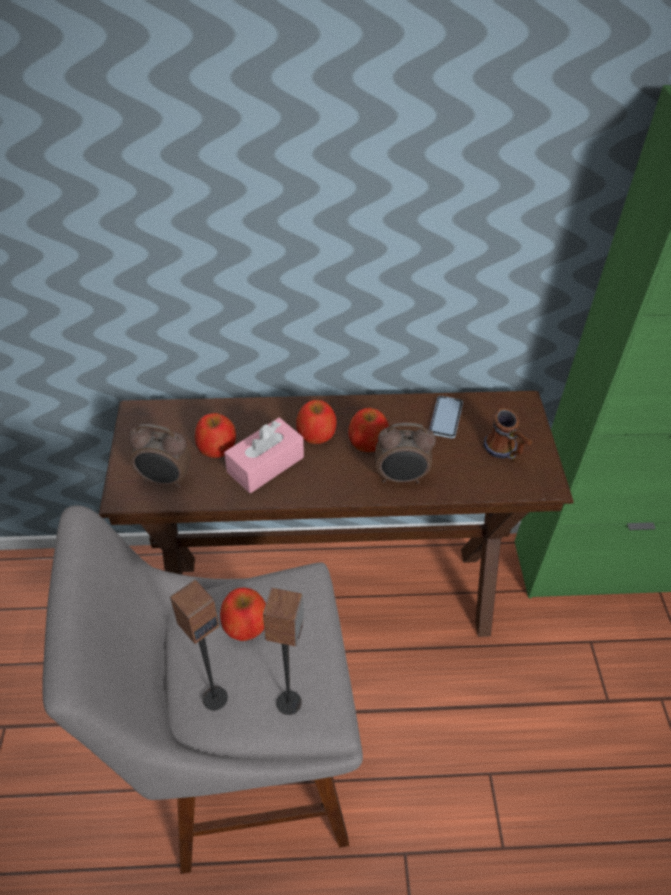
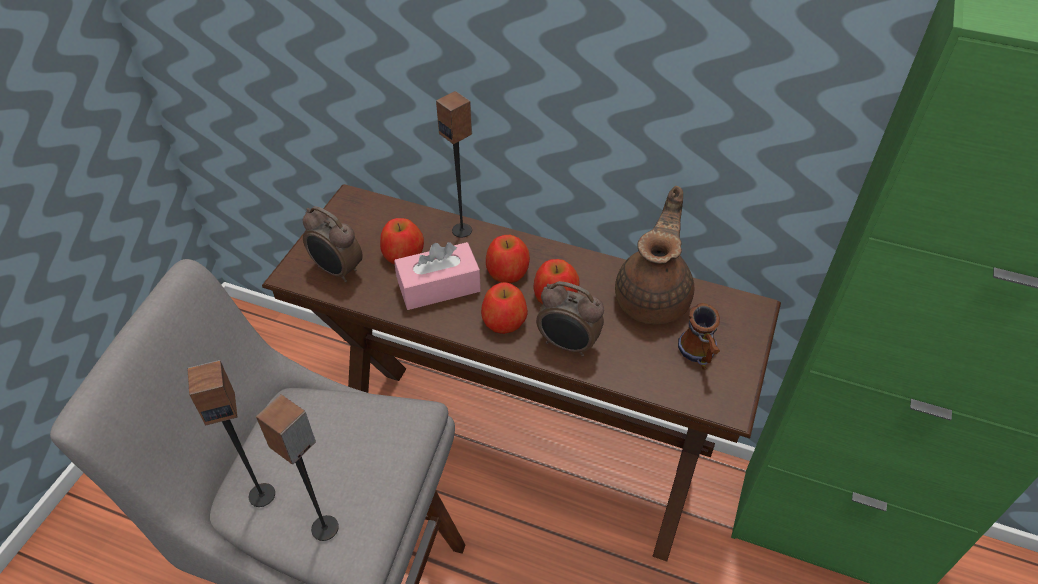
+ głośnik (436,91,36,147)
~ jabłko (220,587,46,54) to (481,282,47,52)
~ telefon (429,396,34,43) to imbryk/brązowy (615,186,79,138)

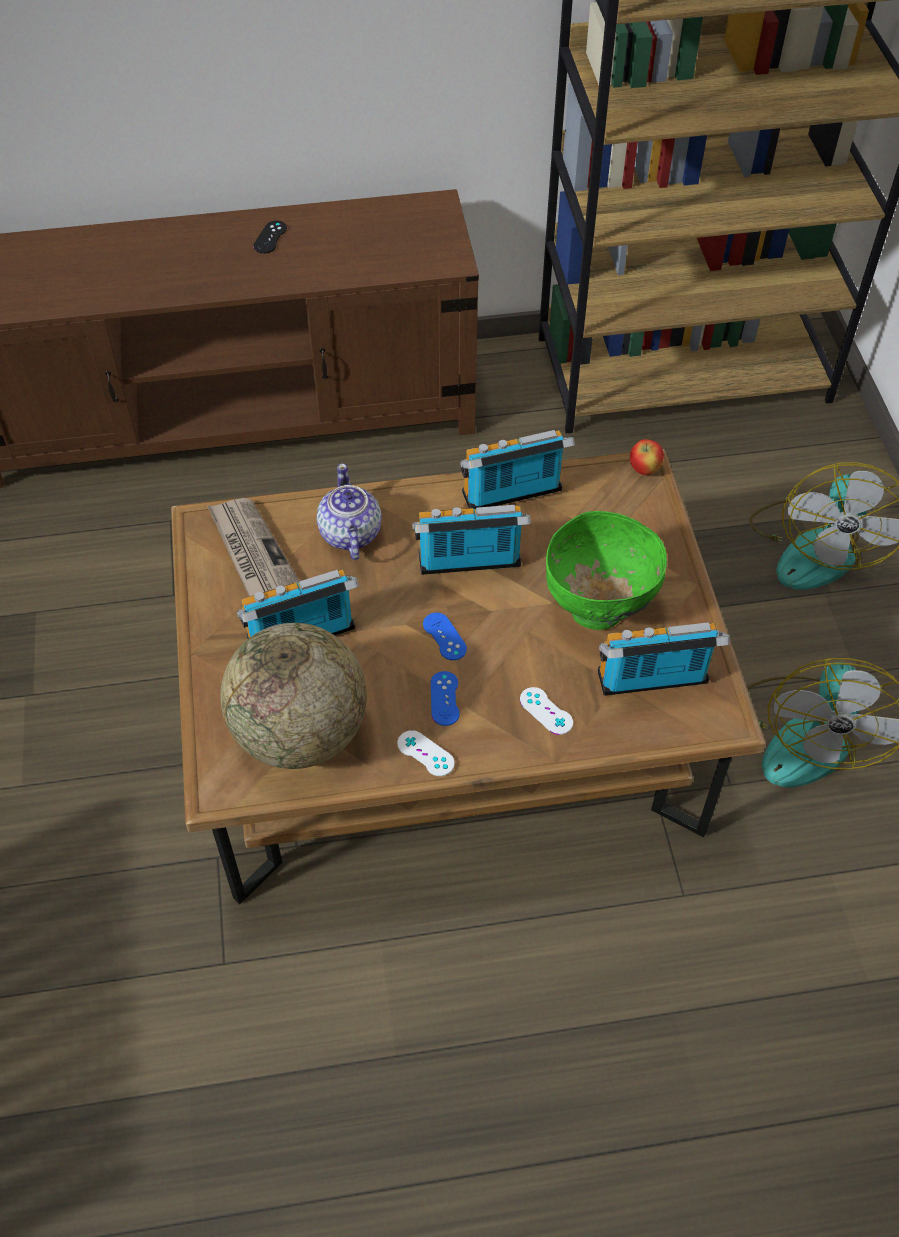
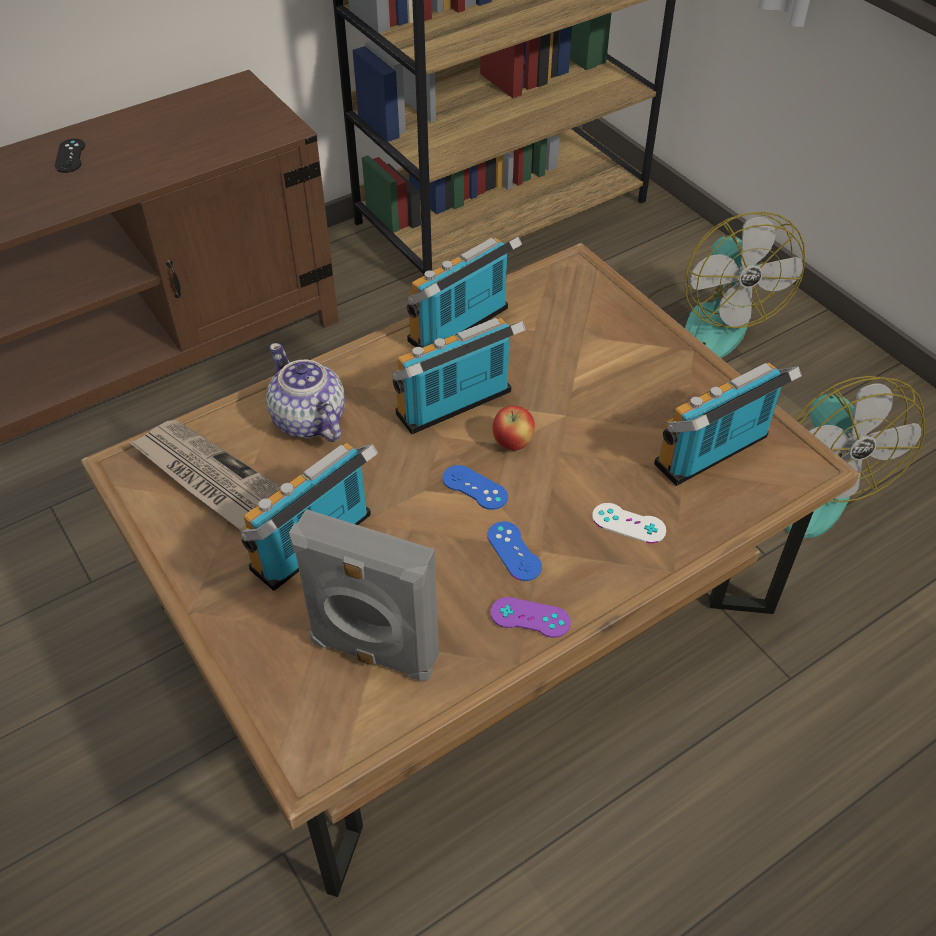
- miska/zielony (546,511,121,119)
~ jabłko (630,439,34,36) to (492,406,43,45)
~ globus (220,623,147,146) to głośnik/szary (289,509,150,172)
~ pad do gier/biały (397,730,58,46) to pad do gier/fioletowy (490,597,81,41)

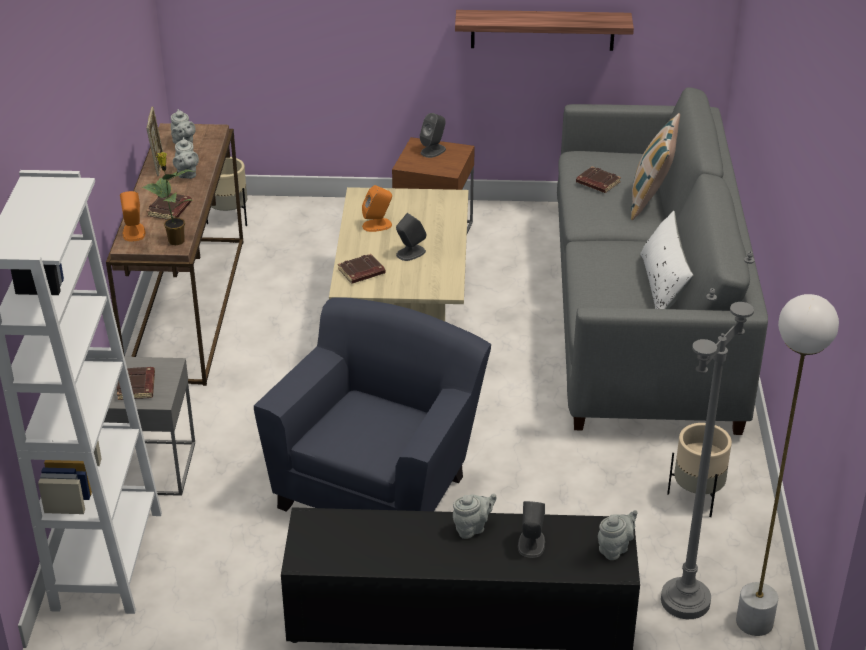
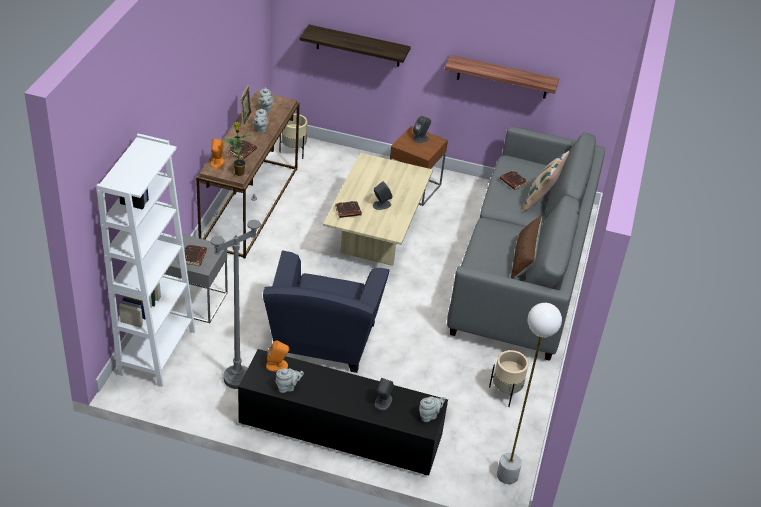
+ półka (300,24,111,43)
~ głośnik/pomarańczowy (362,185,30,47) to (266,340,23,31)
~ imbryk/szary (453,493,44,46) to (275,368,29,25)
~ lampa stojąca/szary (661,251,94,368) to (211,194,50,195)
~ poduszka/biały (640,211,54,98) to poduszka/brązowy (511,215,32,64)
~ fotel/niebieski (254,297,237,215) = (263,250,127,123) 150 degrees clockwise

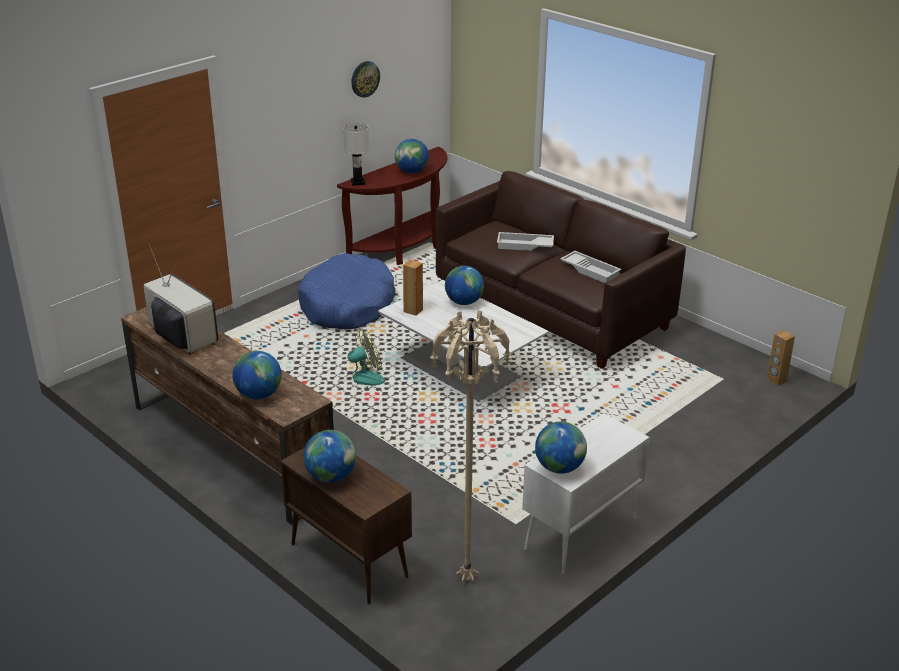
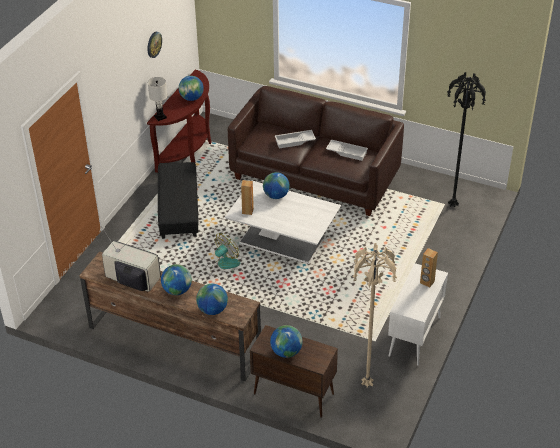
+ lampa stojąca/czarny (447,72,39,135)
~ globus (535,422,52,52) to (161,264,31,31)
~ głośnik/brązowy (766,330,29,56) to (420,248,18,40)
~ legowisko/niebieski (298,253,98,76) to pufa/czarny (158,162,41,77)

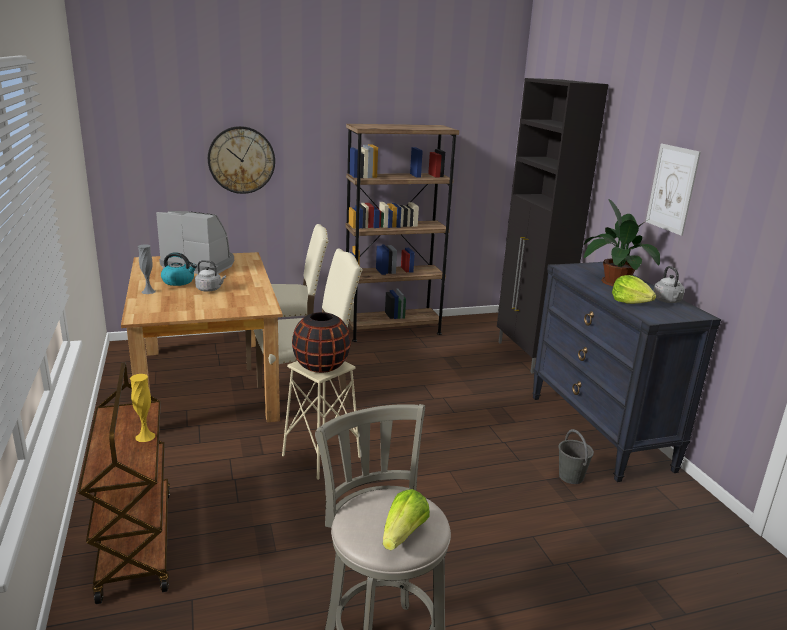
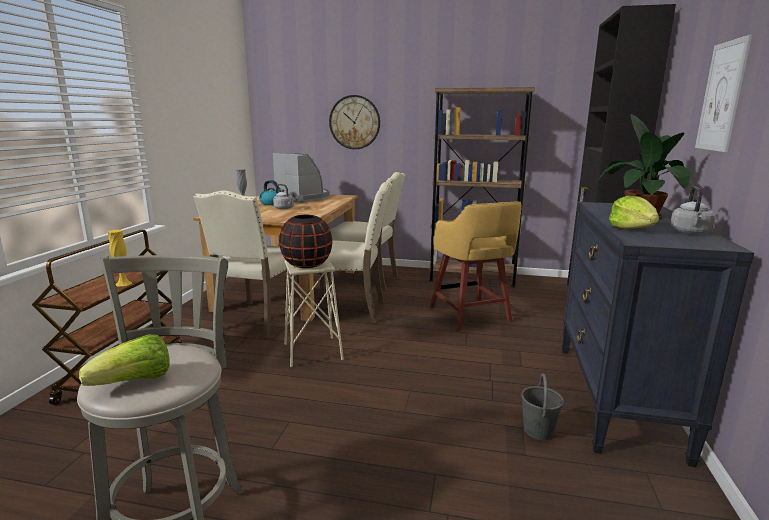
+ krzesło/beżowy (194,191,106,147)
+ stołek/żółty (430,202,92,128)

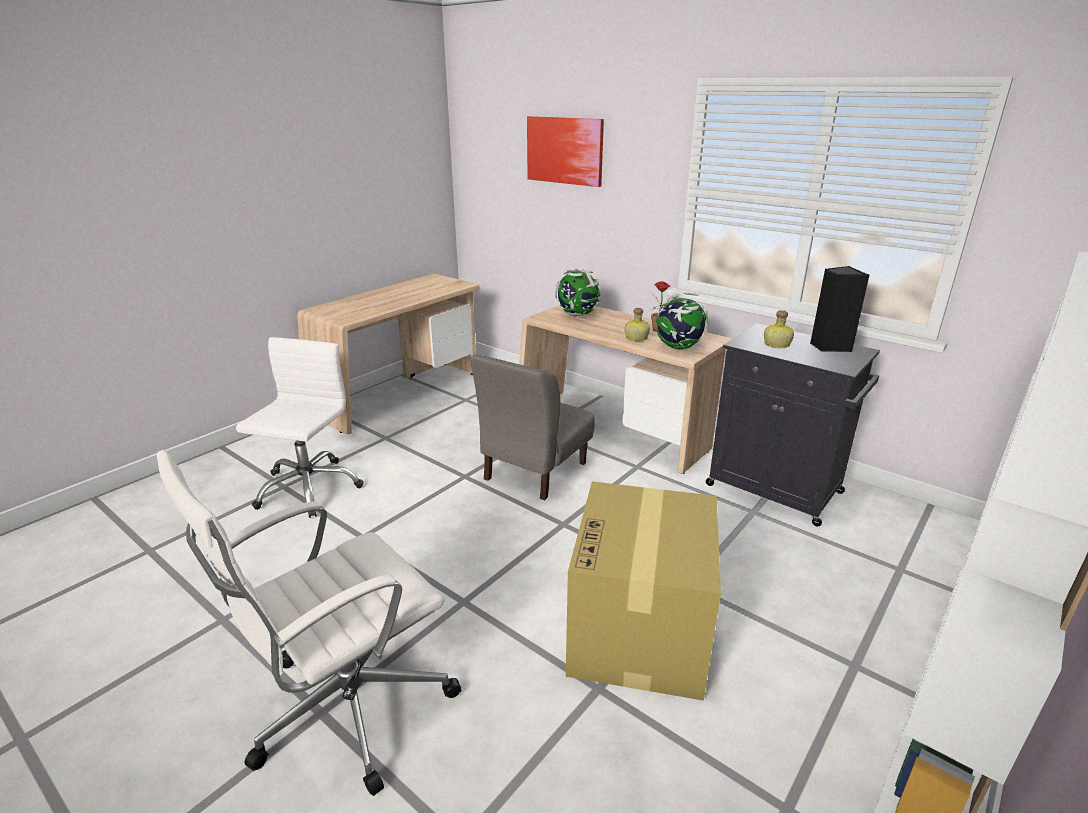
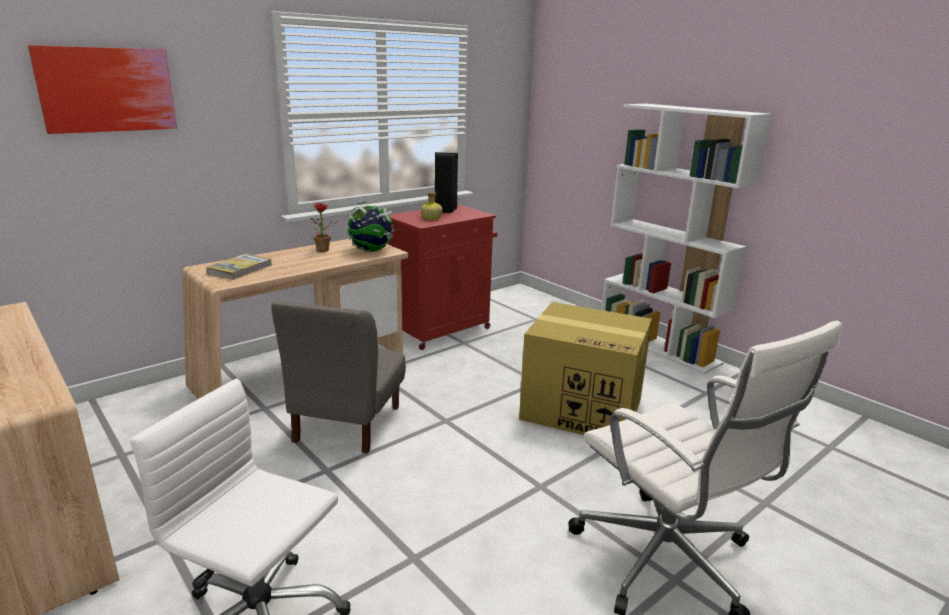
- butelka (625,308,25,33)
~ globus (555,269,46,48) to książka (206,254,66,26)
~ szafka/czarny (706,323,174,203) to szafka/czerwony (388,204,109,146)
~ krzesło/szary (471,354,124,146) = (271,301,135,153) 60 degrees clockwise

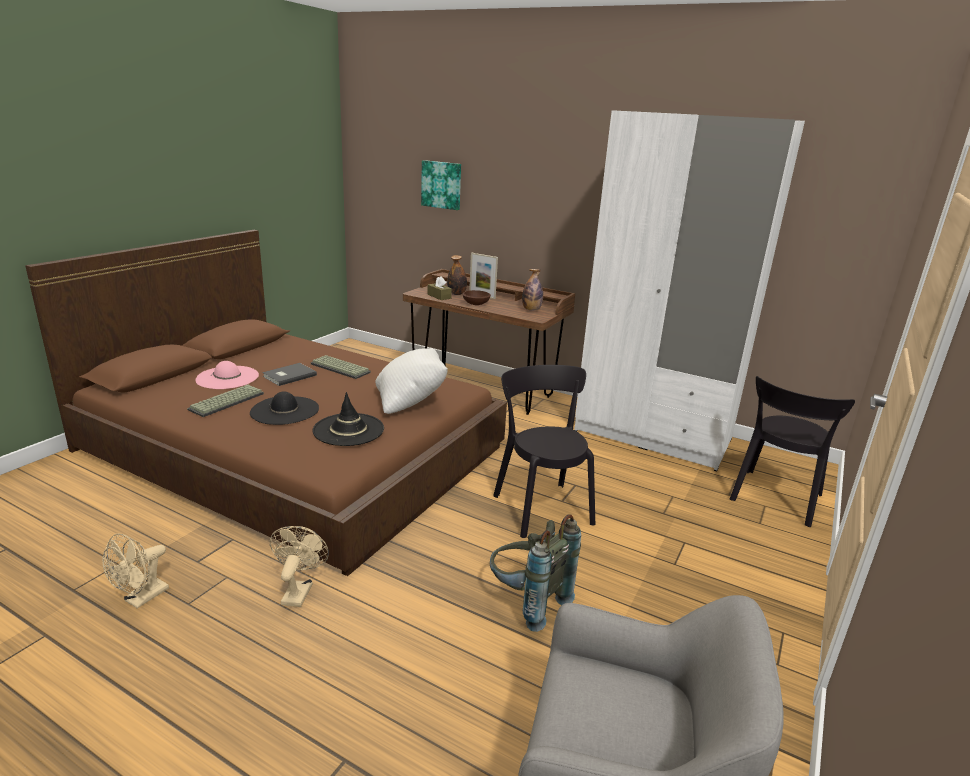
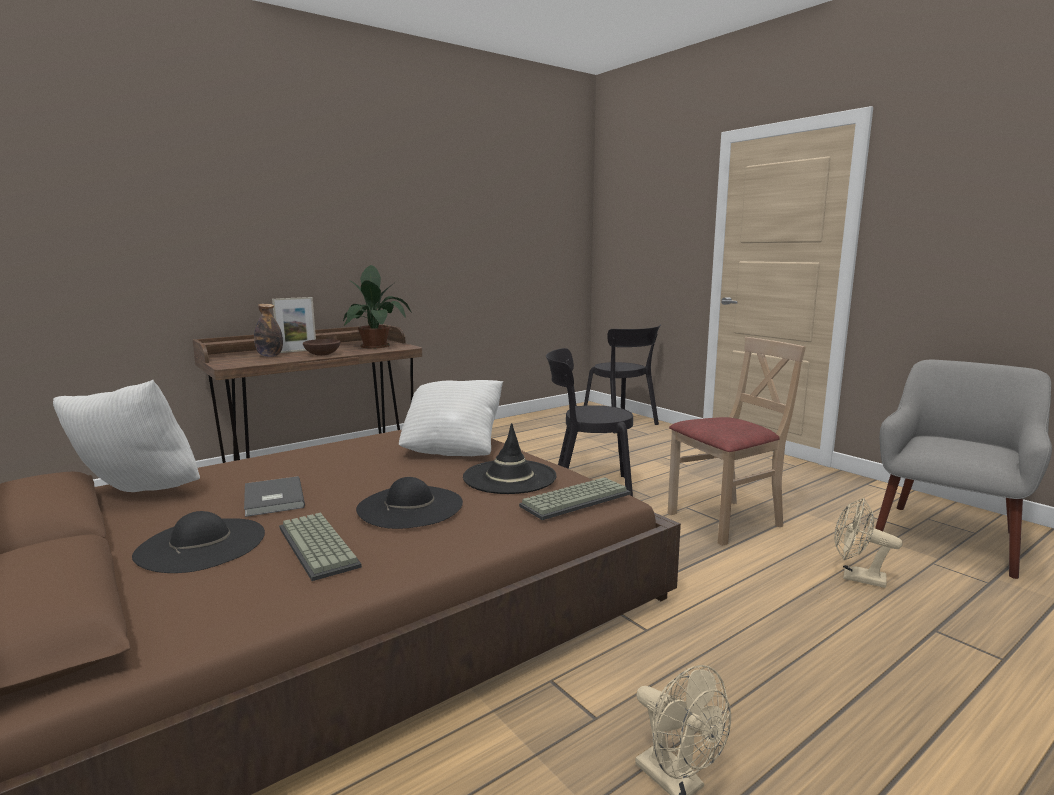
- obraz (421,160,40,50)
- pudełko chusteczek/brązowy (428,276,24,24)
- szafa/biały (574,110,231,361)
+ poduszka/biały (53,380,147,112)
~ wentylator/beżowy (270,526,59,81) to (834,498,69,90)
~ klawiatura (311,355,60,24) to (519,477,112,43)
~ plecak/szary (490,514,91,118) to krzesło/beżowy (668,337,138,209)
~ butelka (522,269,21,42) to roślina doniczkowa (343,265,69,84)
~ kapelusz/różowy (195,361,64,28) to kapelusz/czarny (132,511,133,62)

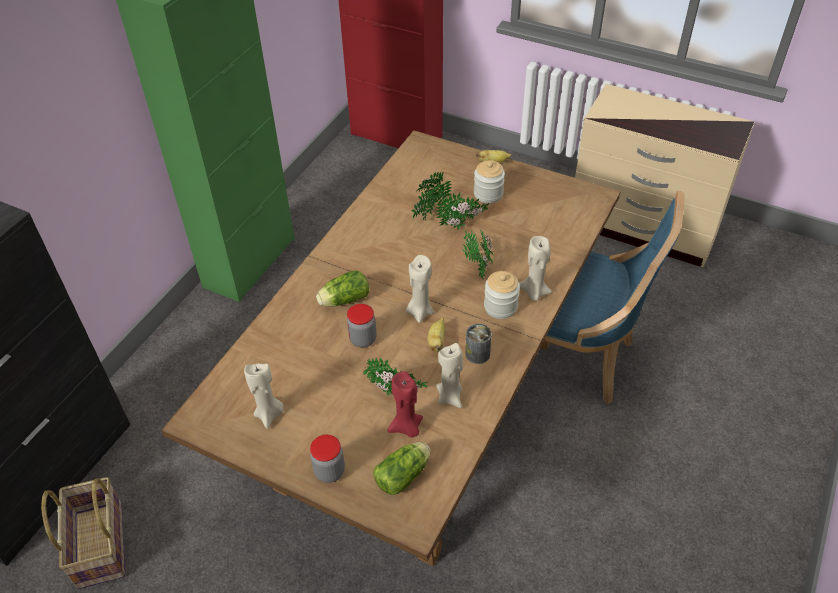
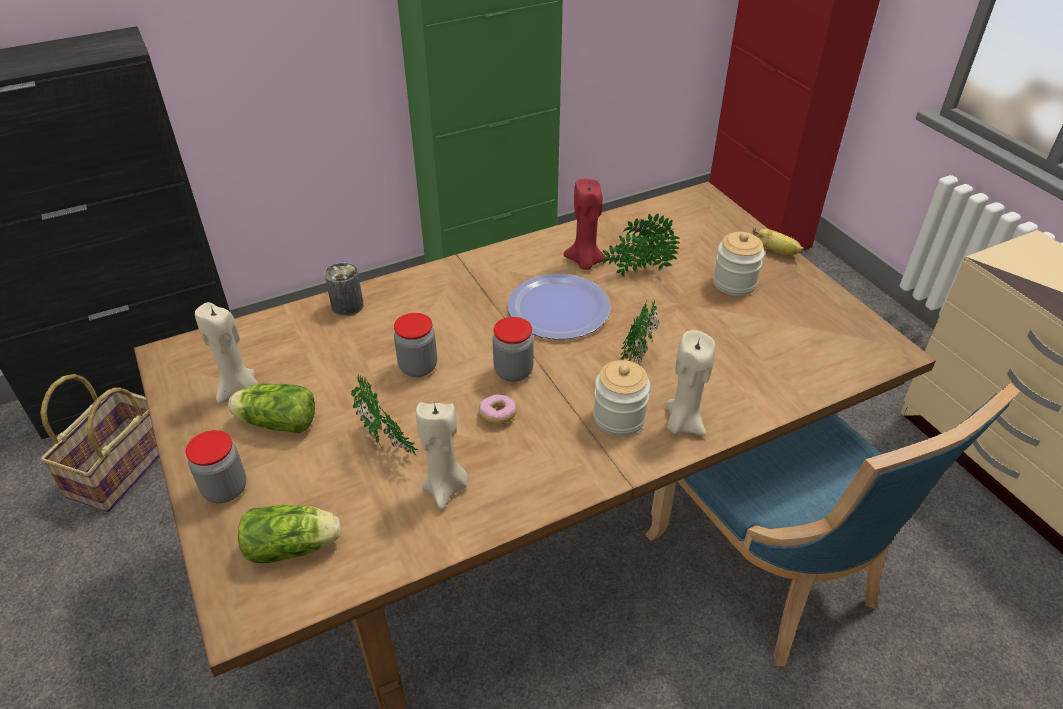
- roślina doniczkowa (436,193,53,37)
+ talerz (508,274,103,65)
~ sałata (316,271,53,35) to (228,384,87,50)
~ świeca/czerwony (388,371,35,67) to (563,179,43,91)
~ puszka (465,324,27,40) to (325,262,39,54)
~ świeca/beżowy (406,255,28,68) to słoik (493,317,41,65)
~ banan (427,317,18,35) to donut (479,395,38,29)

